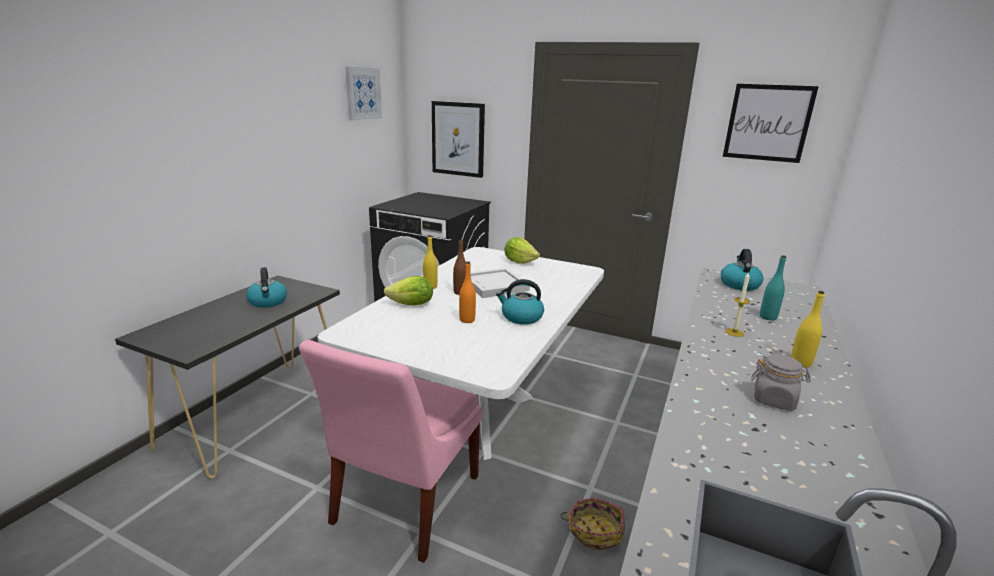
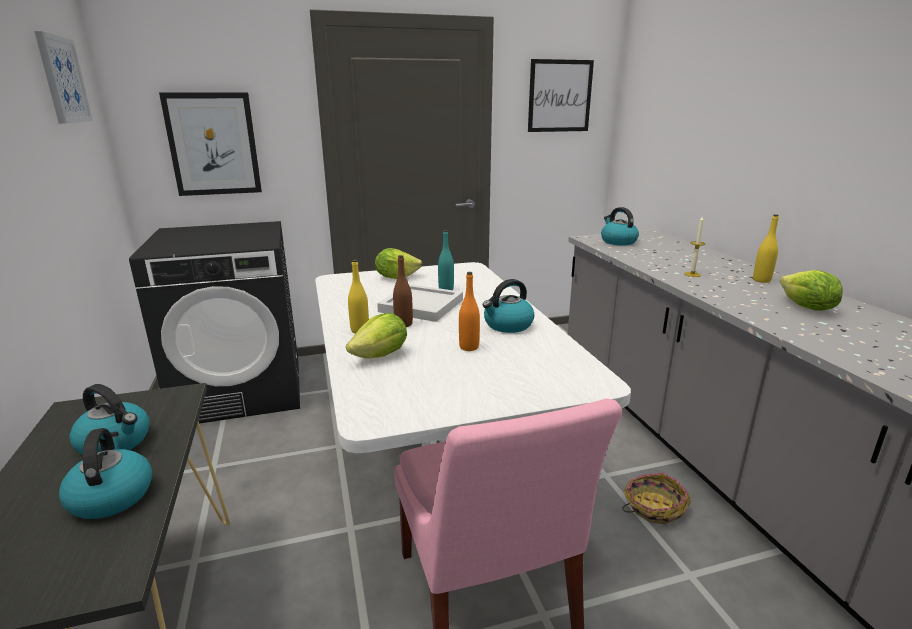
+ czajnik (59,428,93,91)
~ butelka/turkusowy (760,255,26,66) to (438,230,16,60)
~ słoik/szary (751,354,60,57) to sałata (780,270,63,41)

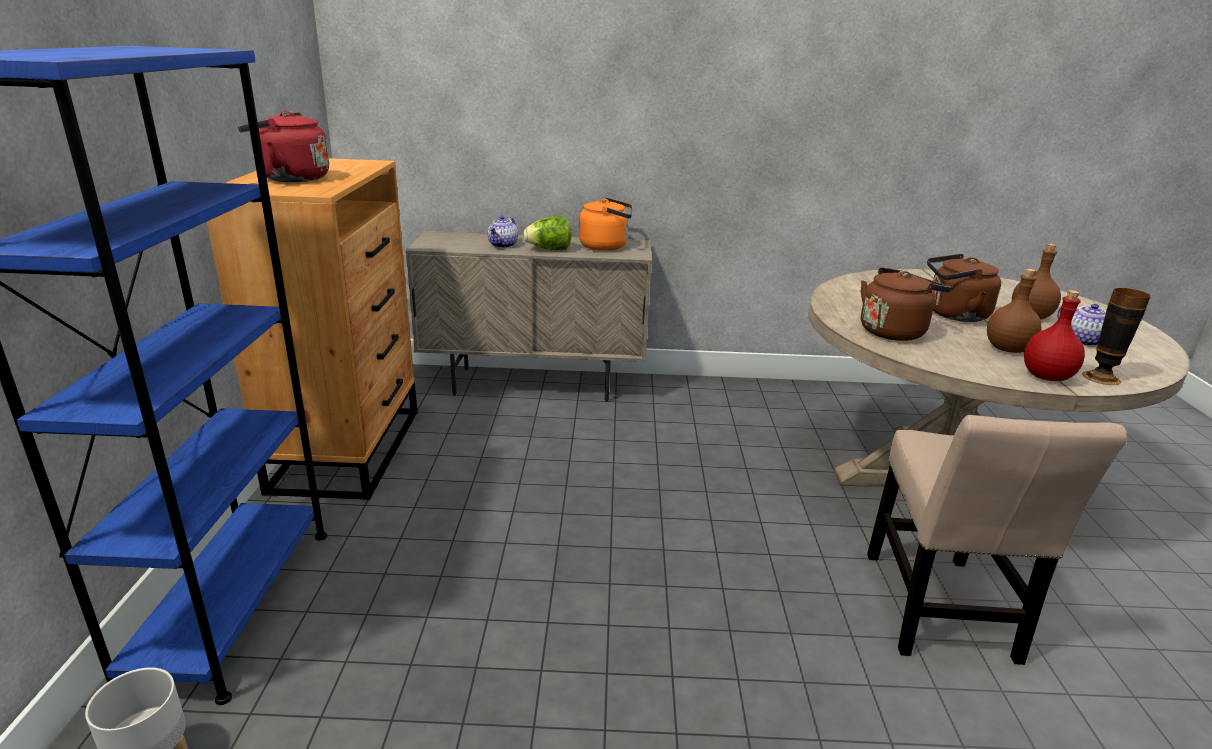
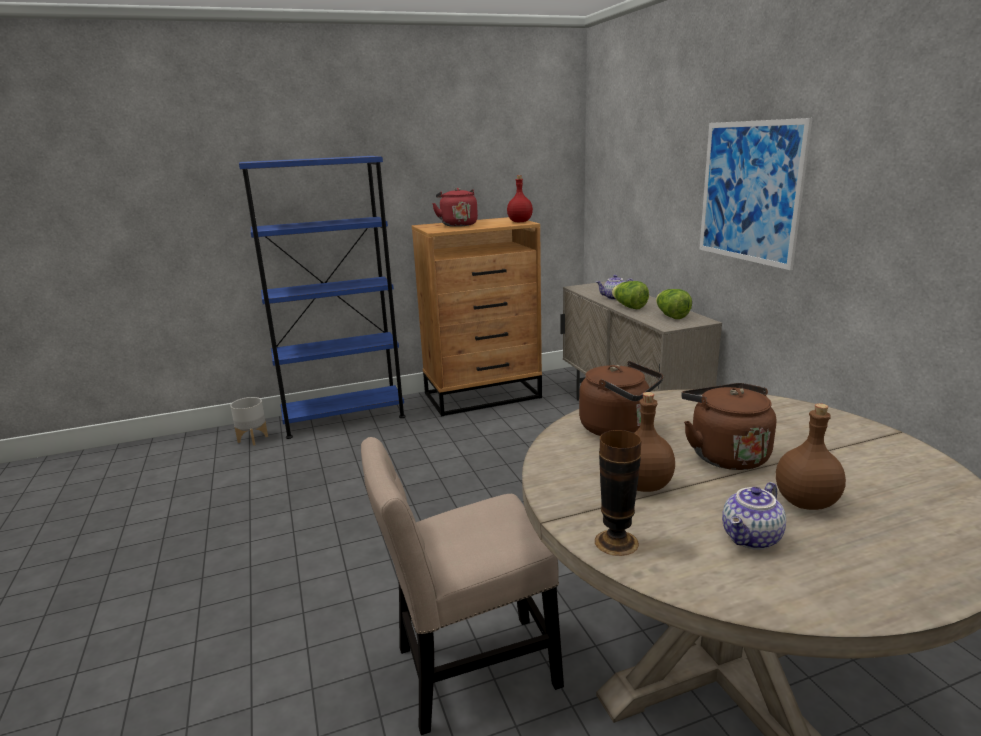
+ obraz (699,118,113,152)
~ butelka/czerwony (1024,290,61,91) to (507,175,26,47)
~ czajnik/pomarańczowy (579,197,53,54) to sałata (656,289,36,30)

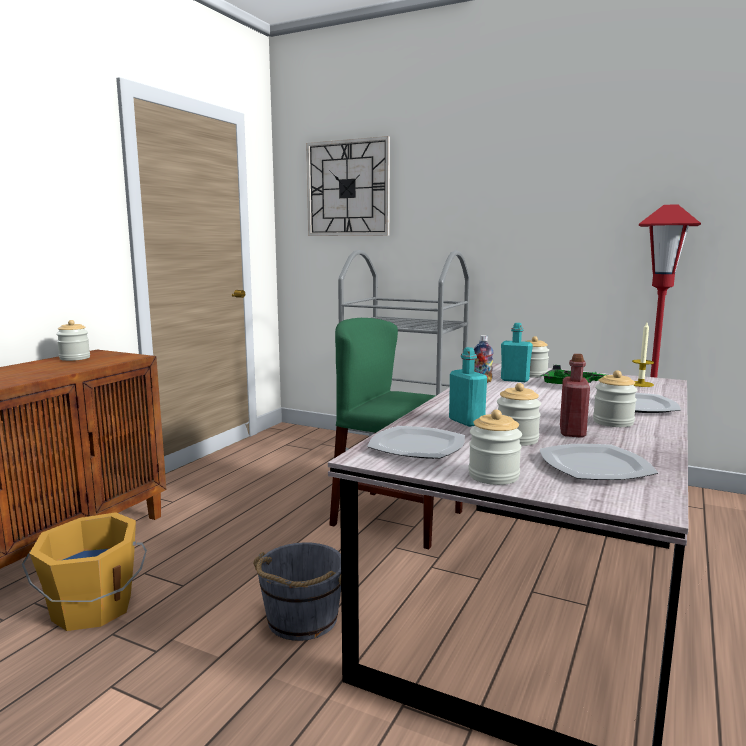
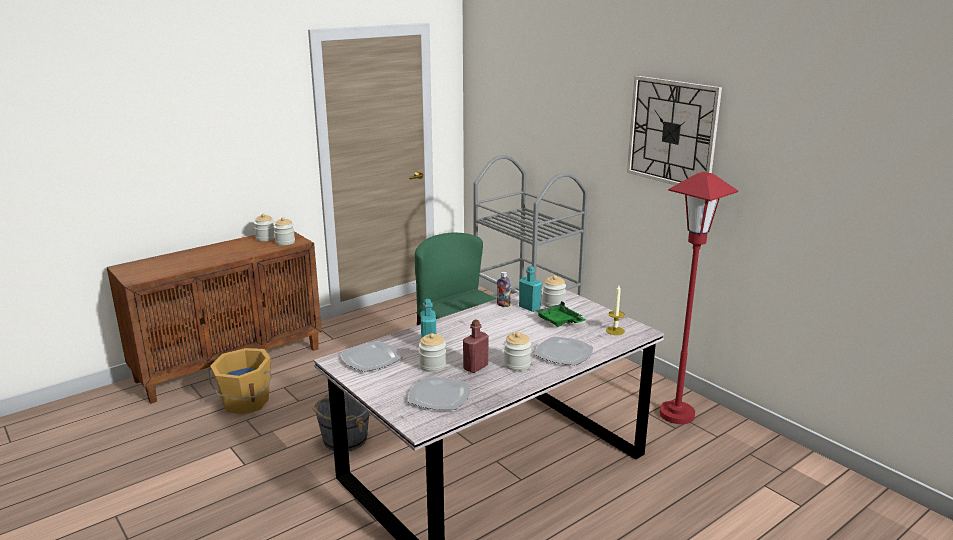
~ zegar ścienny (306,136,84,100) to (627,76,95,109)
~ słoik (468,410,54,75) to (274,217,21,28)

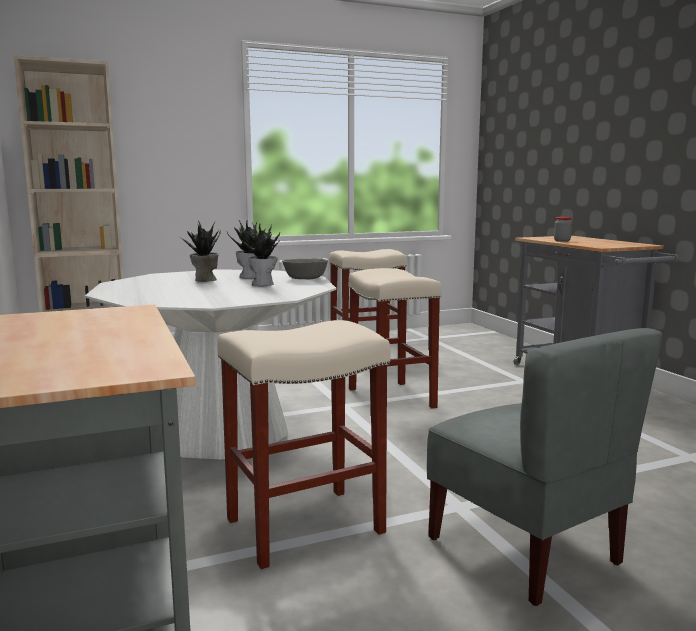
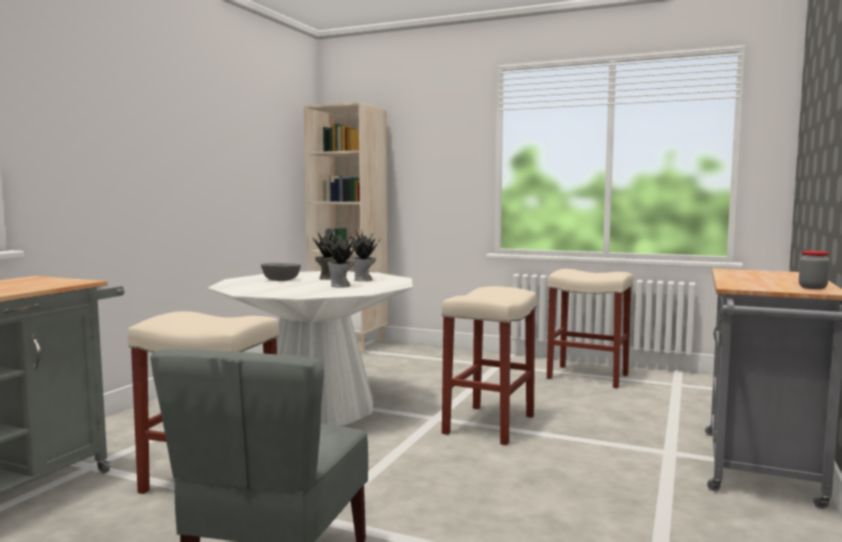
~ miska/szary (282,259,46,20) to (261,263,40,18)
~ słoik (554,217,18,25) to (799,251,31,38)

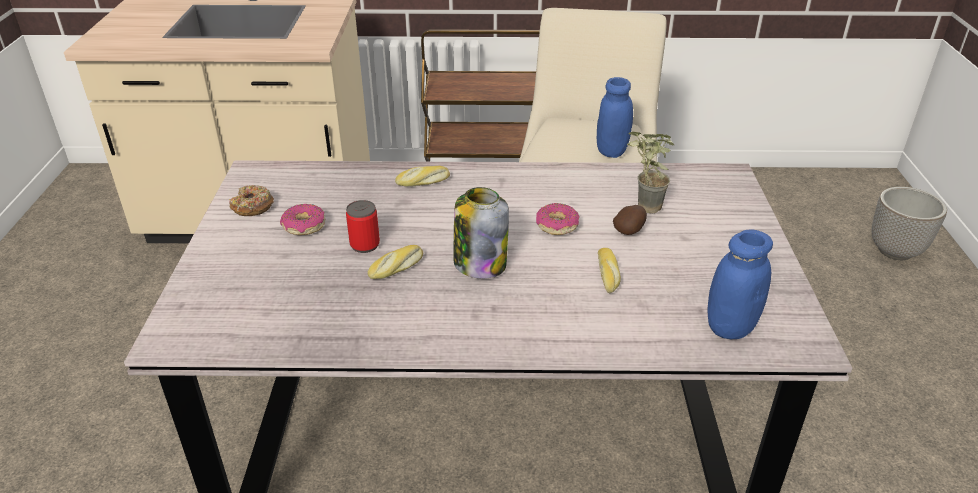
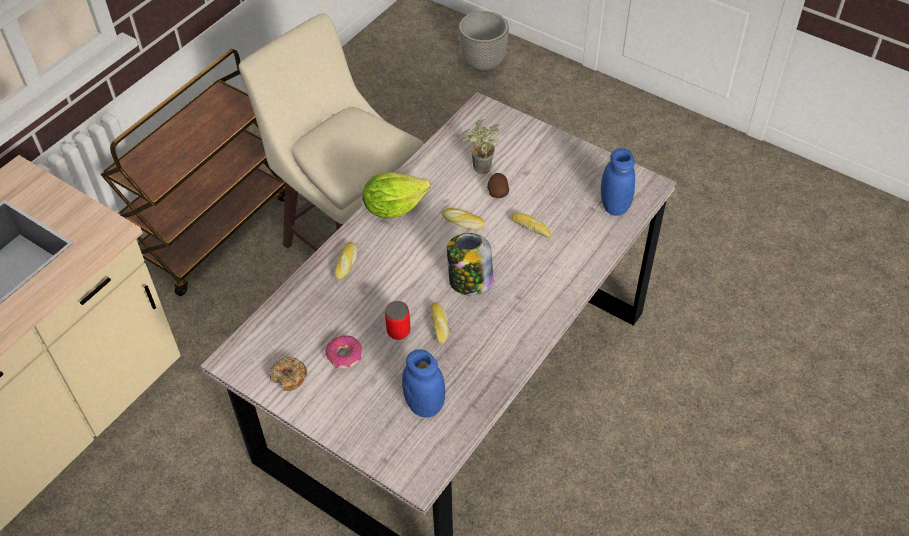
+ sałata (362,172,69,47)
~ słoik/niebieski (597,77,36,81) to (402,349,43,69)
~ donut (536,203,44,32) to chleb (442,208,43,22)

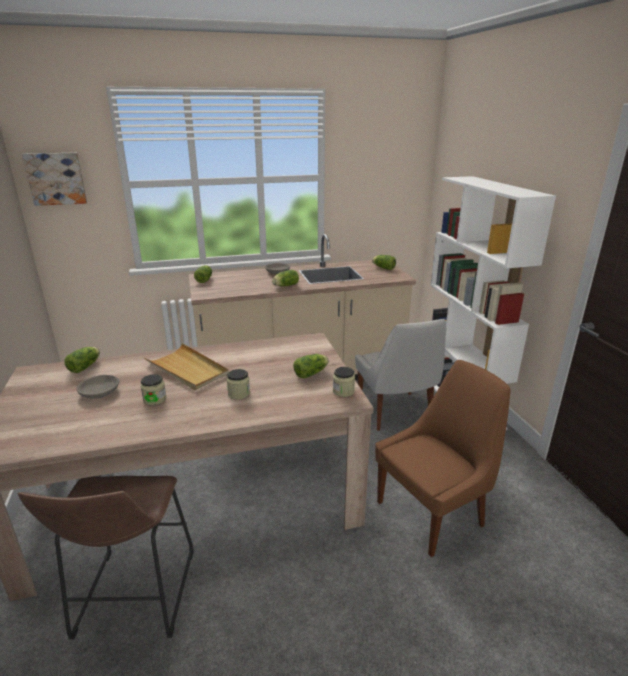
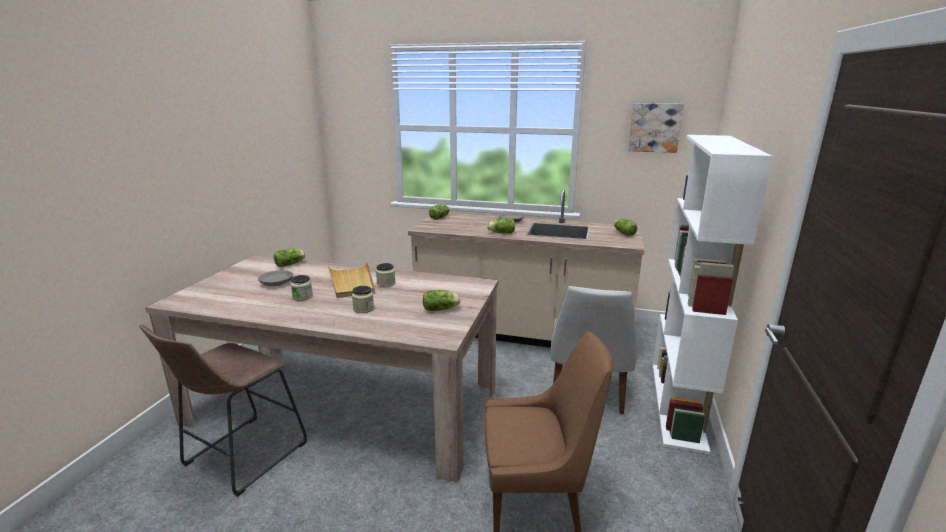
~ obraz (22,153,65,53) to (628,103,56,50)
~ słoik (333,367,22,30) to (376,263,19,24)

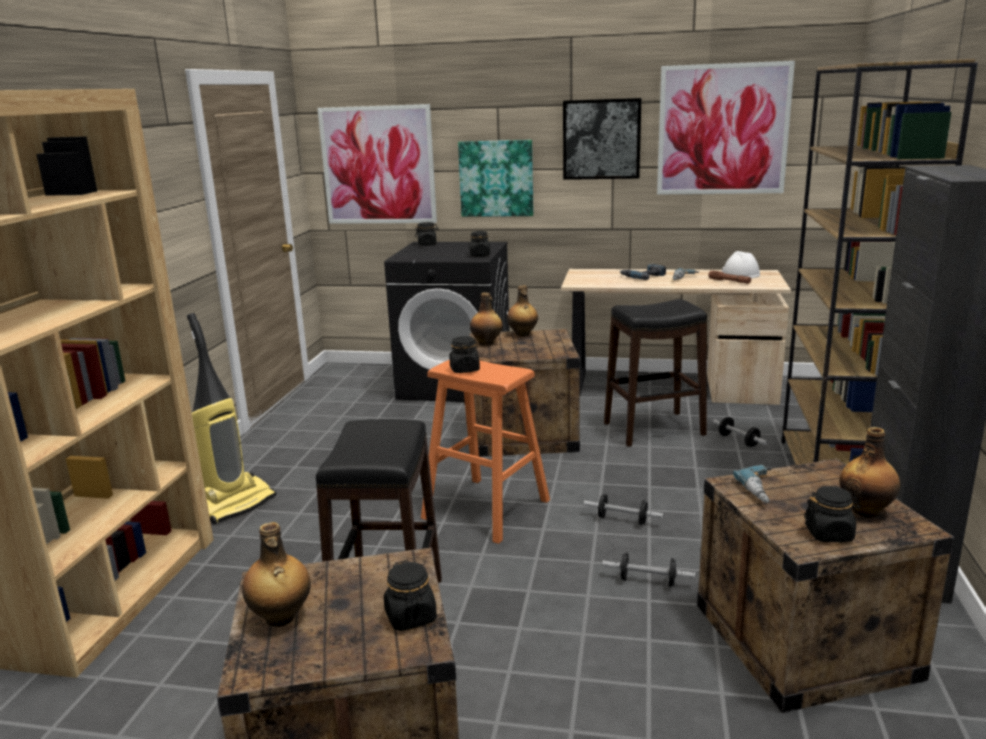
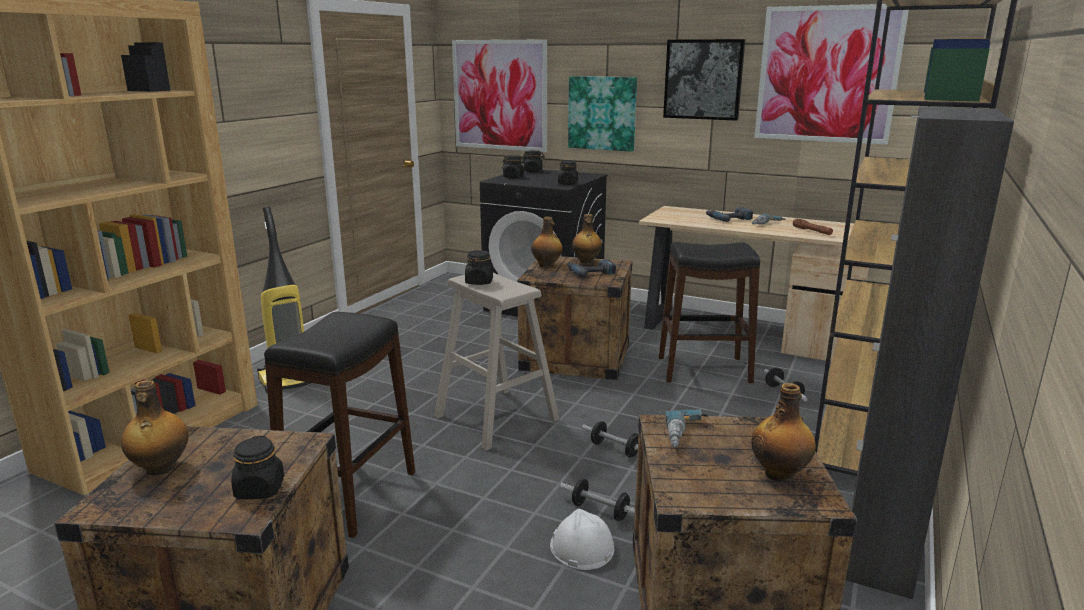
+ wiertarka (567,259,49,18)
~ kask/biały (721,251,39,27) to (550,509,64,61)
~ słoik/czarny (804,486,57,56) to (502,155,23,23)
~ stołek/pomarańczowy (421,360,129,184) to stołek/beżowy (434,273,125,178)

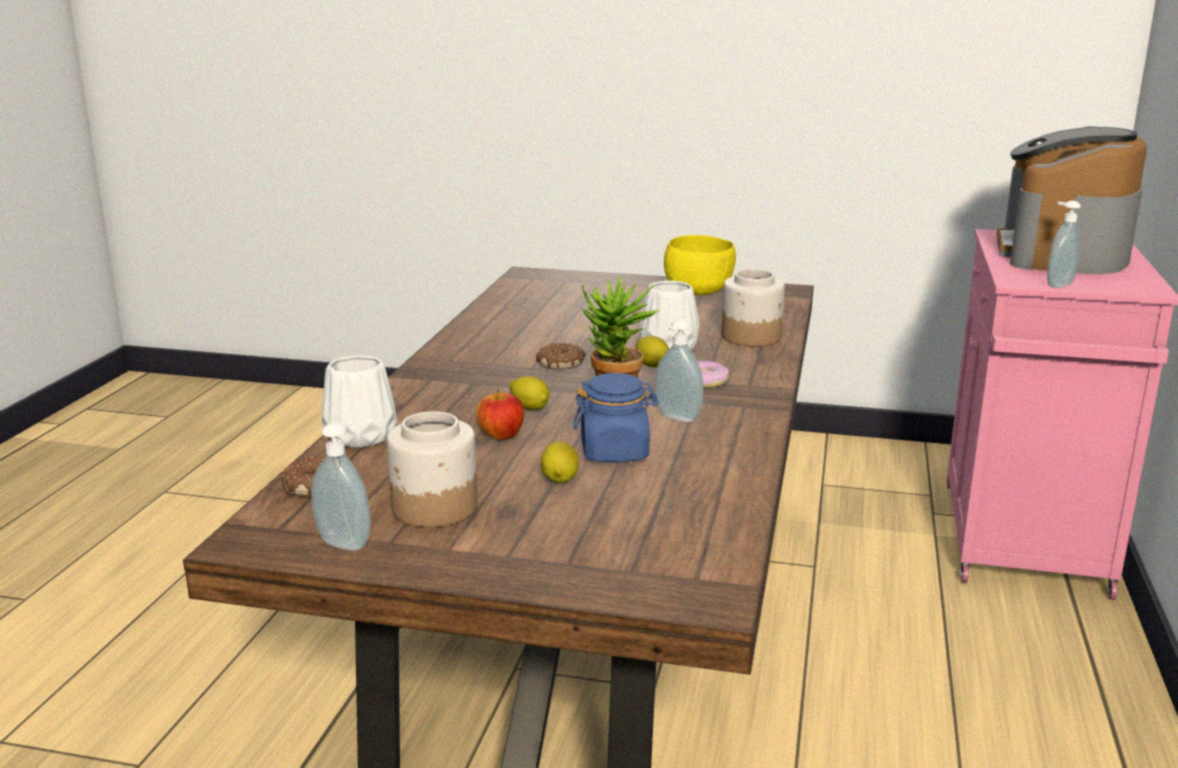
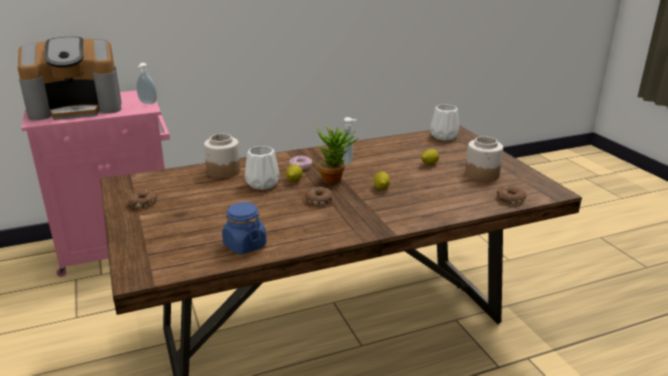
- dozownik mydła (311,420,60,131)
- jabłko (476,389,48,51)
~ wazon/biały (322,355,75,93) to (430,104,29,37)
~ słoik/niebieski (573,373,86,89) to (222,202,45,52)
~ miska/żółty (664,235,72,60) to donut (128,190,30,18)

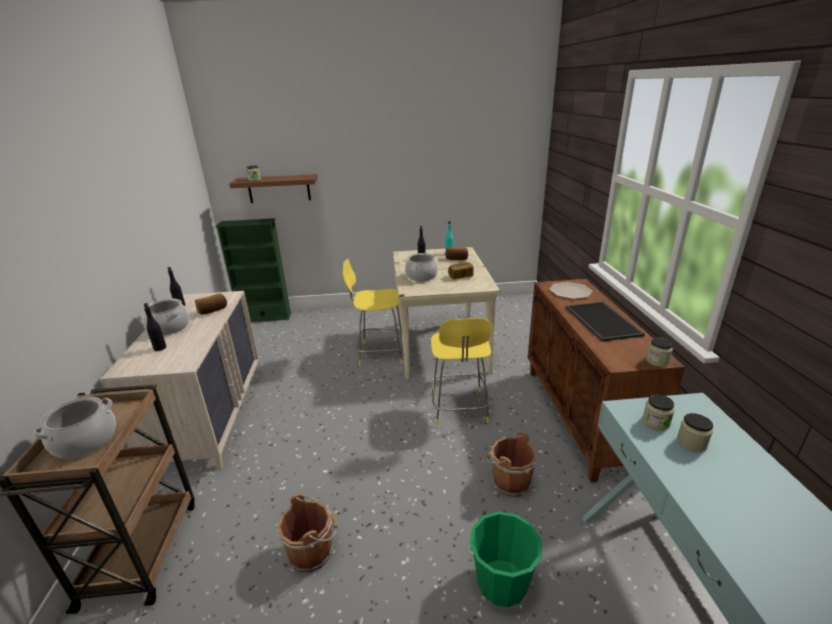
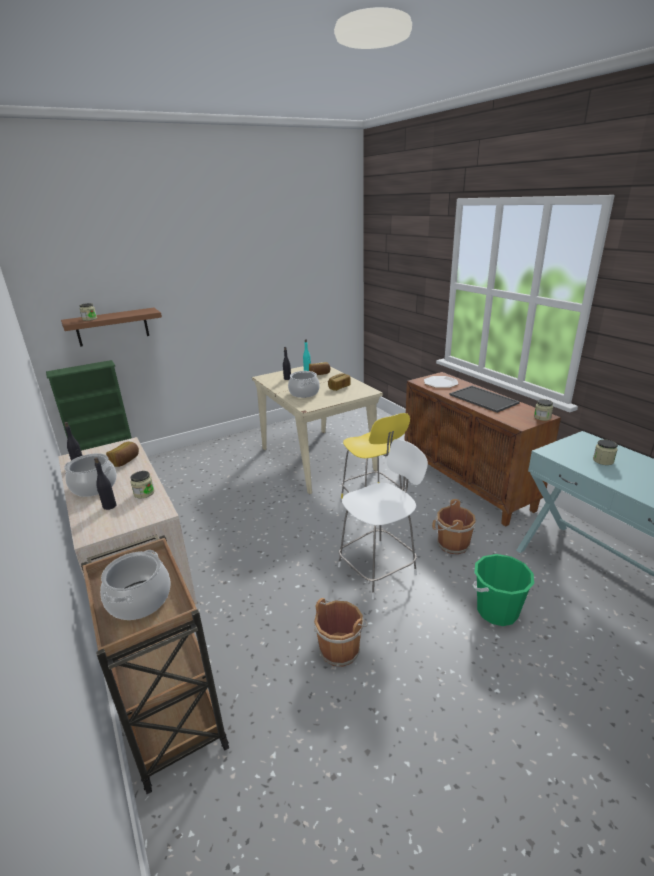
- stołek/żółty (343,259,60,106)
+ stołek/biały (338,439,90,161)
~ słoik (642,394,32,37) to (130,471,25,27)

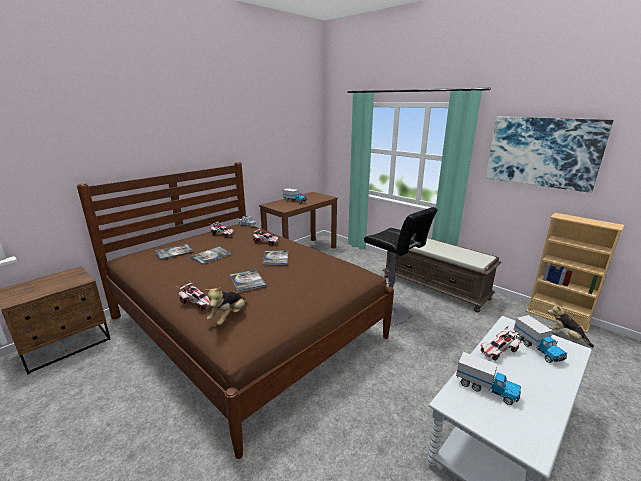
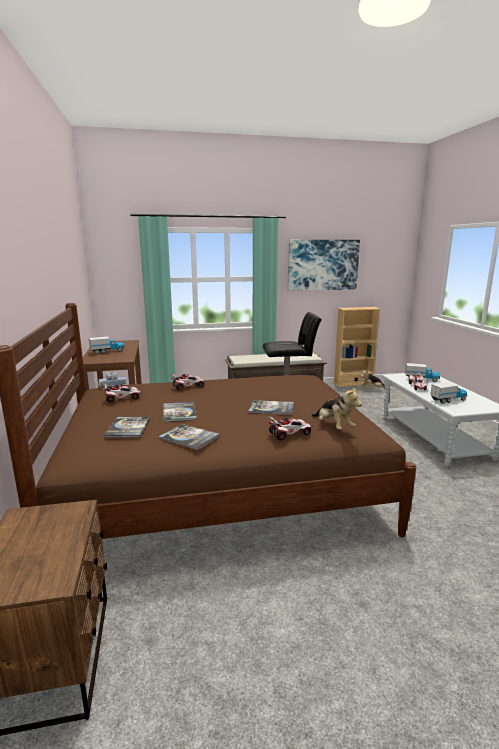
~ książka (262,250,26,16) to (158,424,62,26)

